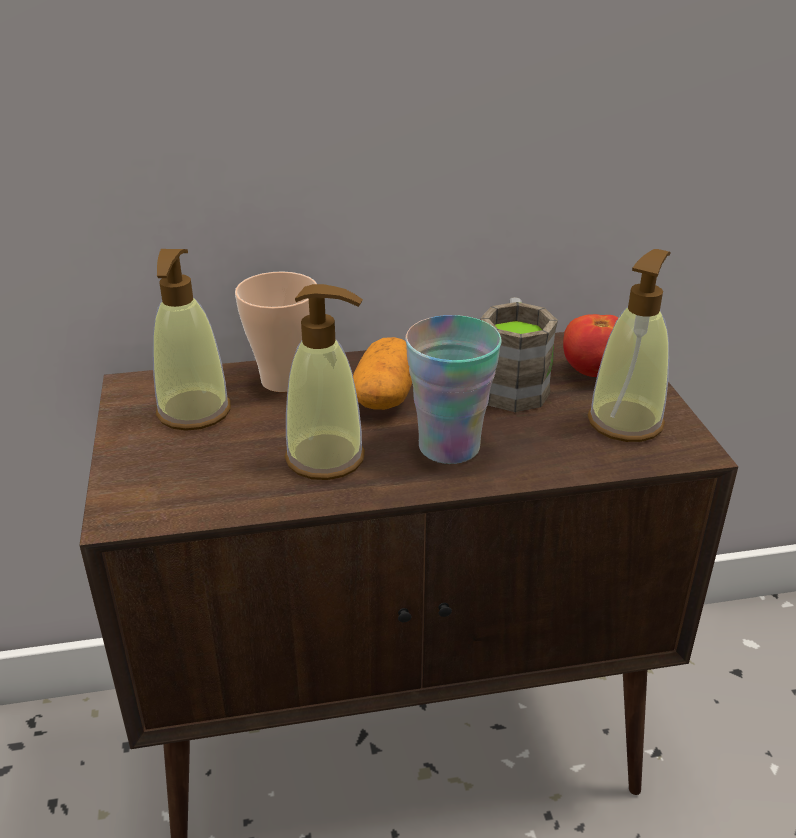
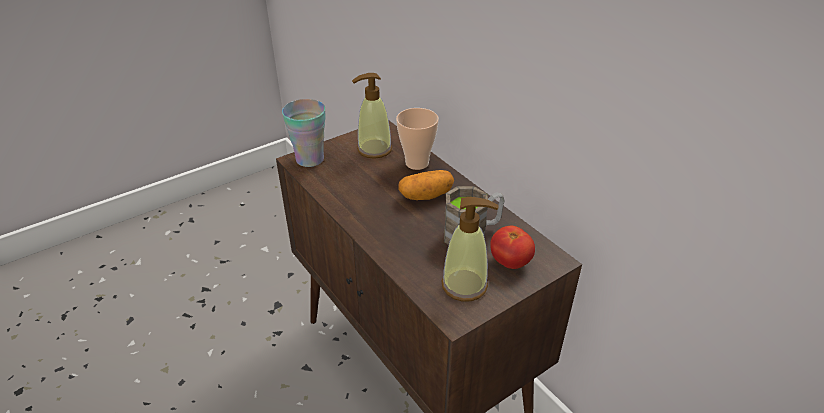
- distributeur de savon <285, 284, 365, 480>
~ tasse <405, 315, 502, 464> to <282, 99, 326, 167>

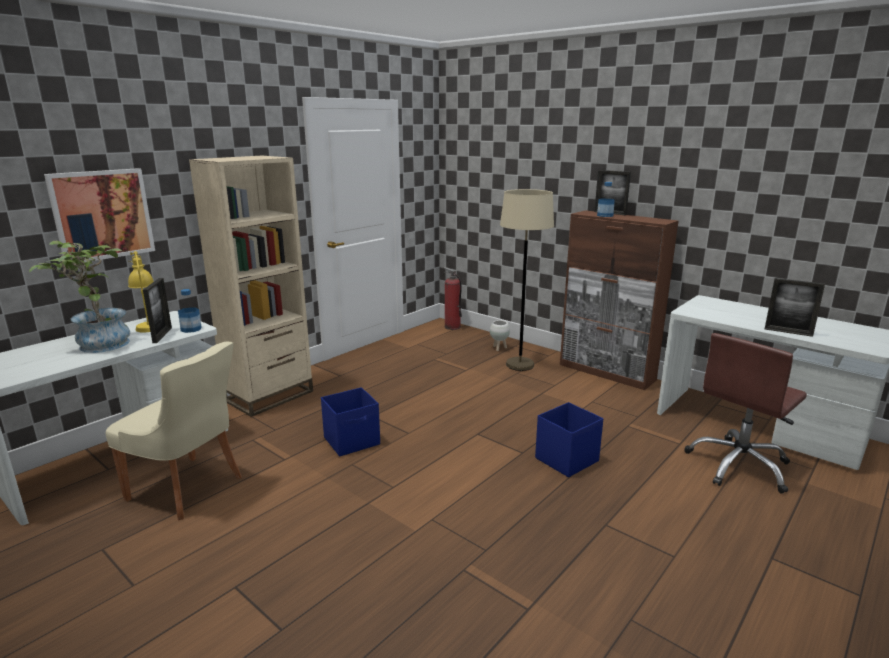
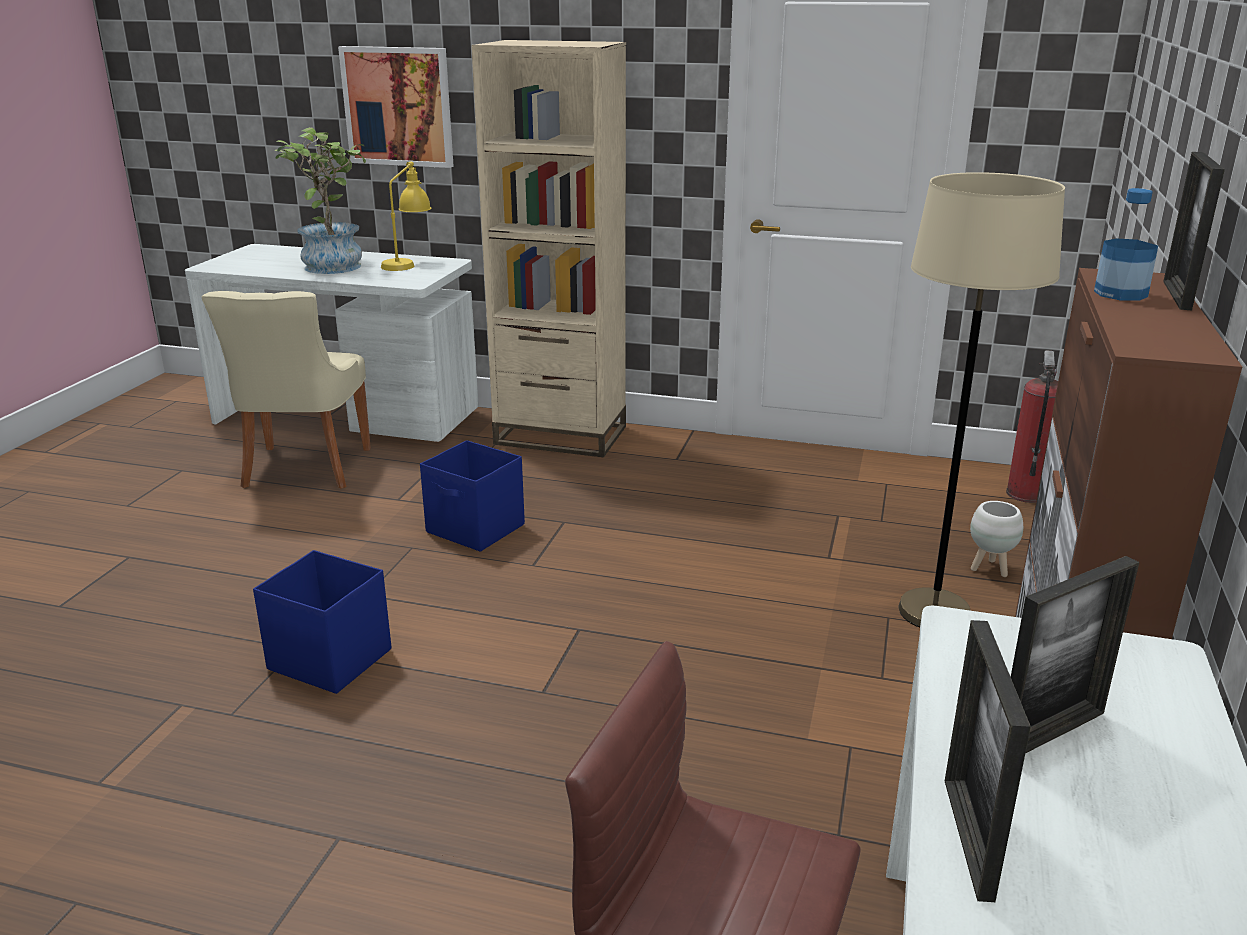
~ cadre photo <143, 278, 172, 343> to <1011, 556, 1139, 754>
- bouteille <178, 289, 202, 333>
~ boîte de rangement/bleu <535, 402, 603, 477> to <253, 550, 391, 694>

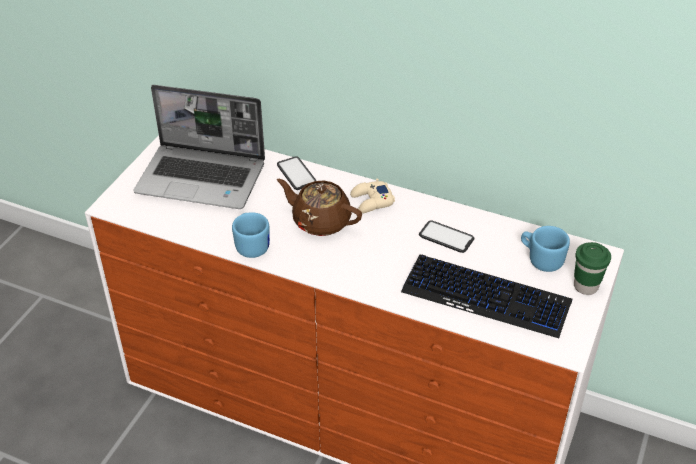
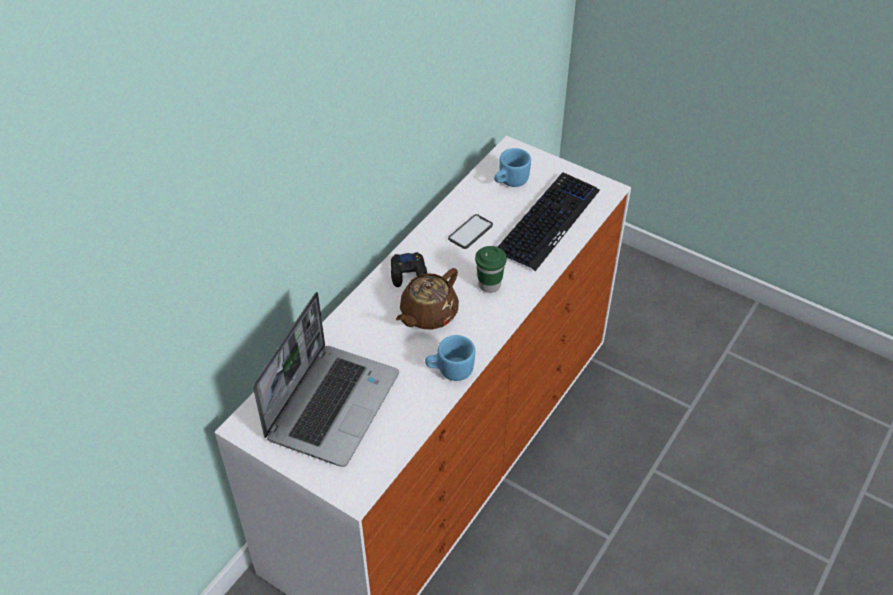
- téléphone <277, 156, 316, 190>
~ manette/beige <350, 178, 395, 214> to manette/noir <391, 252, 427, 287>
~ tasse/vert <574, 242, 611, 295> to <475, 246, 507, 293>

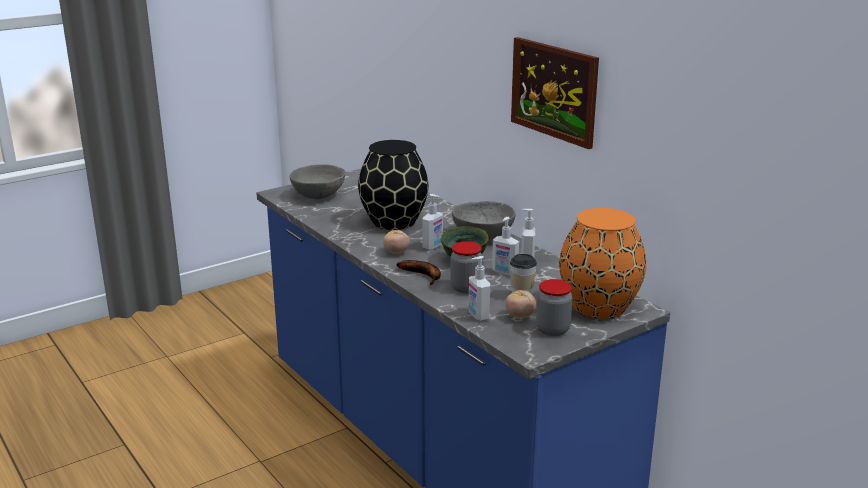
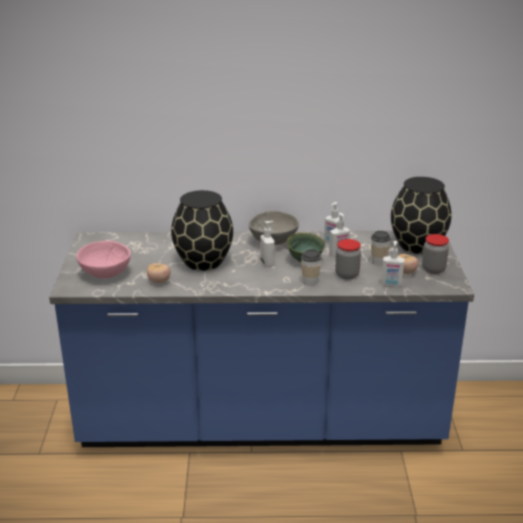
- tableau <511, 37, 599, 149>
~ bol/gris <290, 164, 345, 199> to bol/rose <76, 241, 131, 278>
~ vase/orange <559, 208, 646, 319> to vase/noir <391, 177, 452, 254>
~ tomate <383, 230, 410, 254> to <147, 263, 171, 283>
~ banane <396, 260, 441, 285> to tasse <301, 249, 322, 286>

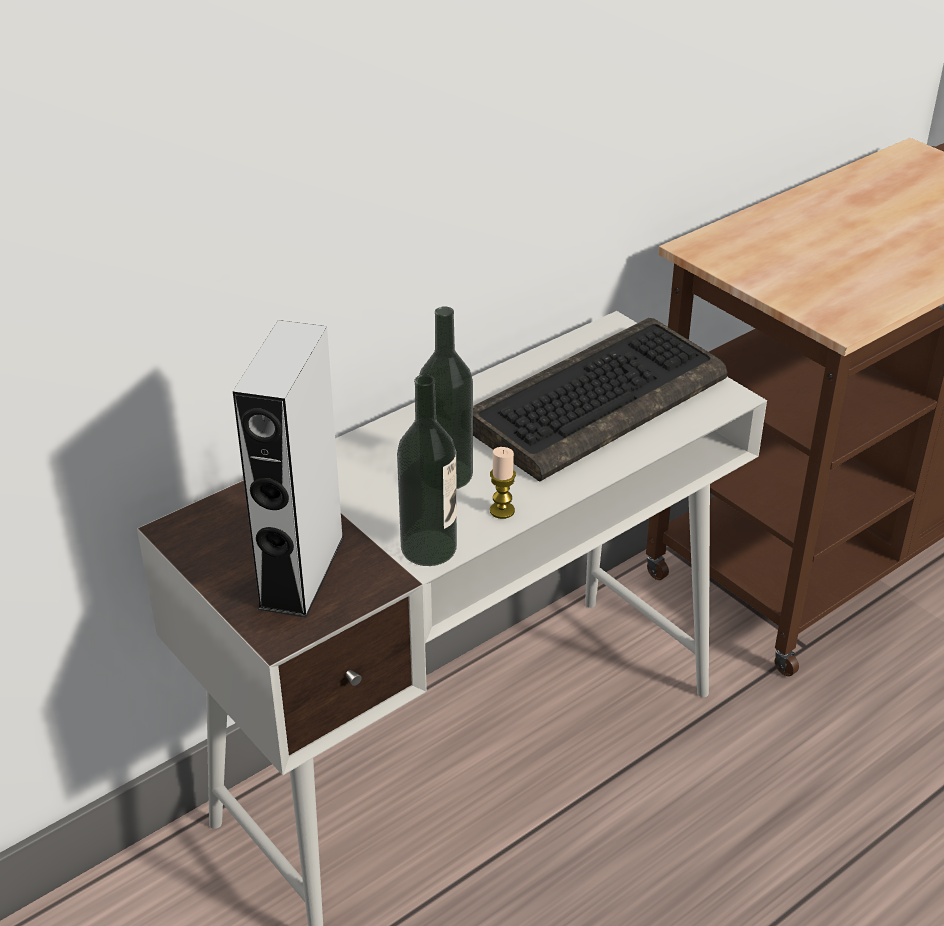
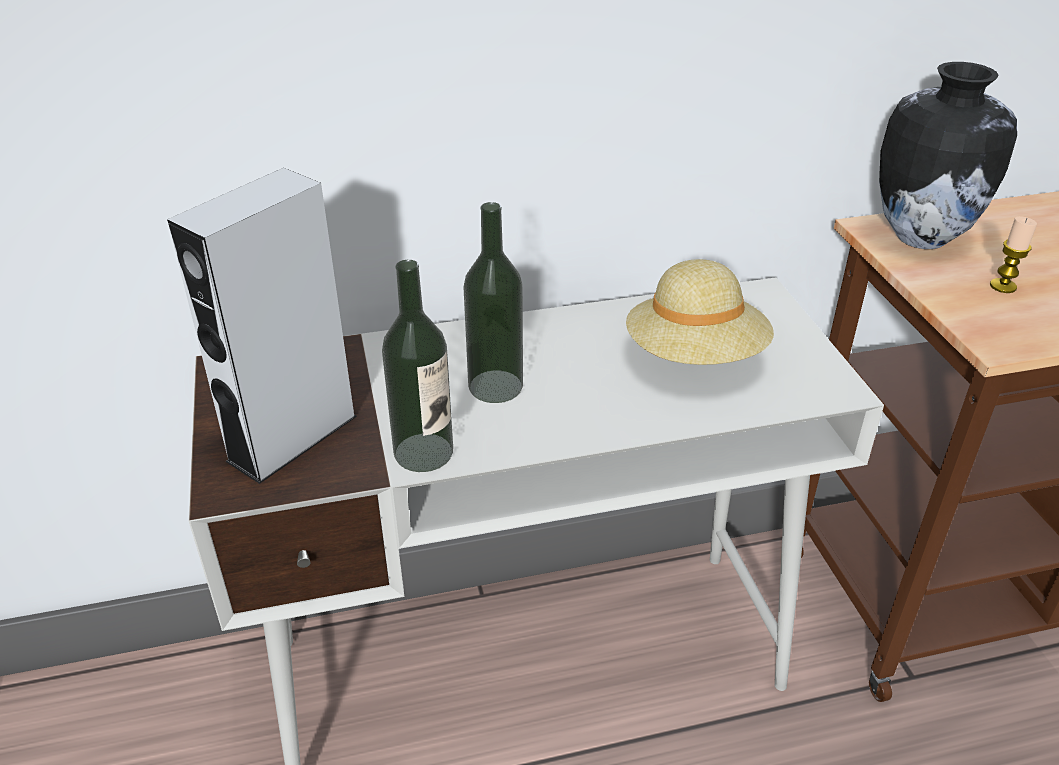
~ clavier <473, 318, 728, 482> to chapeau/beige <626, 259, 774, 365>
~ bougie <490, 447, 516, 519> to <990, 216, 1037, 293>
+ vase <879, 62, 1017, 249>

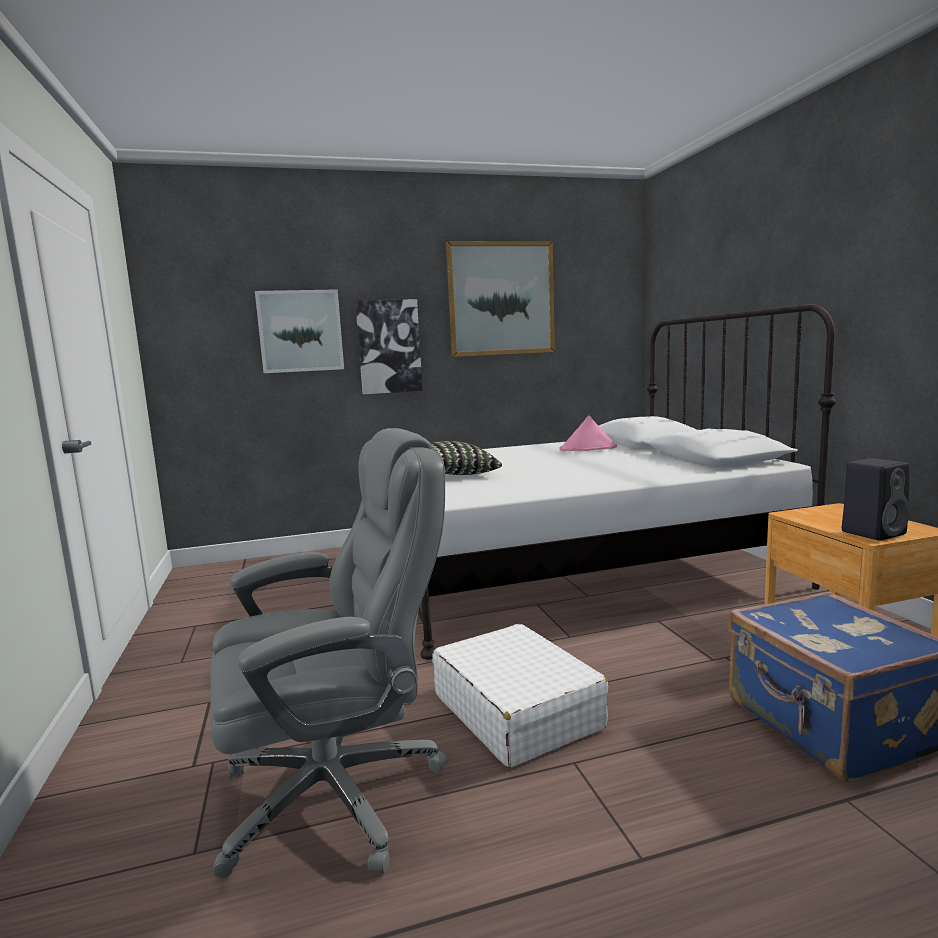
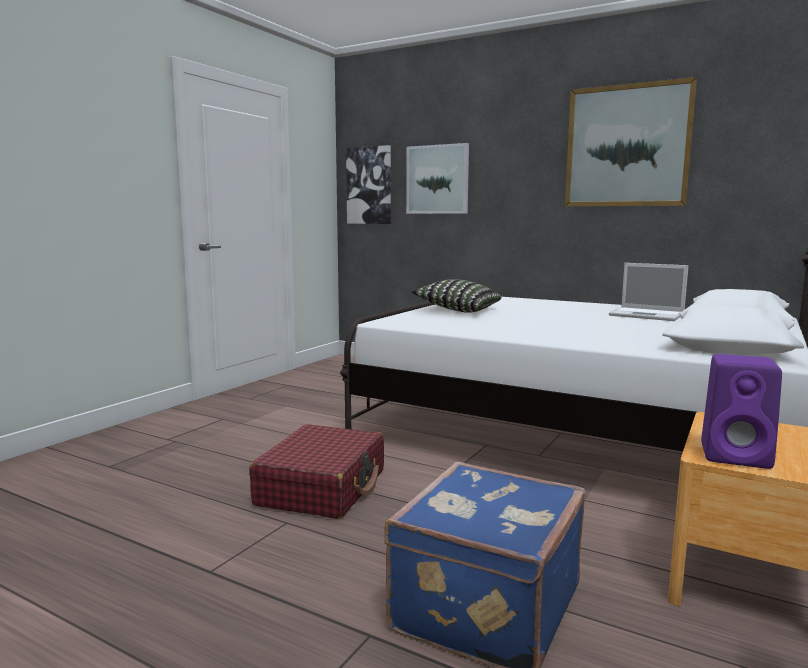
~ tableau <355, 299, 423, 394> to <346, 145, 391, 224>
~ chapeau/rose <560, 416, 617, 451> to ordinateur portable <609, 263, 688, 321>
- chaise de bureau/gris <211, 428, 448, 878>
~ enceinte/noir <842, 458, 910, 541> to enceinte/violet <701, 354, 782, 469>
~ valise/blanc <432, 624, 609, 768> to valise/rouge <249, 424, 384, 519>

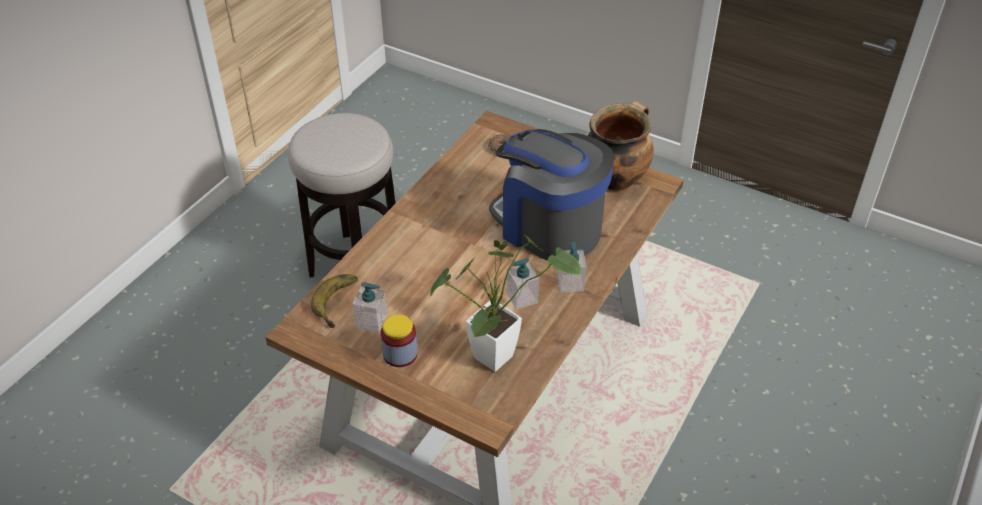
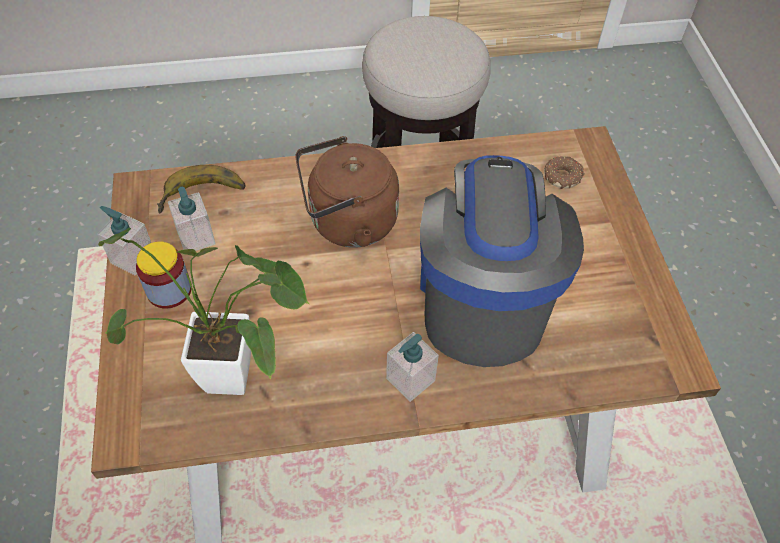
- marmite <588, 101, 654, 191>
~ distributeur de savon <507, 258, 539, 310> to <97, 206, 151, 276>
+ bouilloire/marron <295, 136, 399, 248>

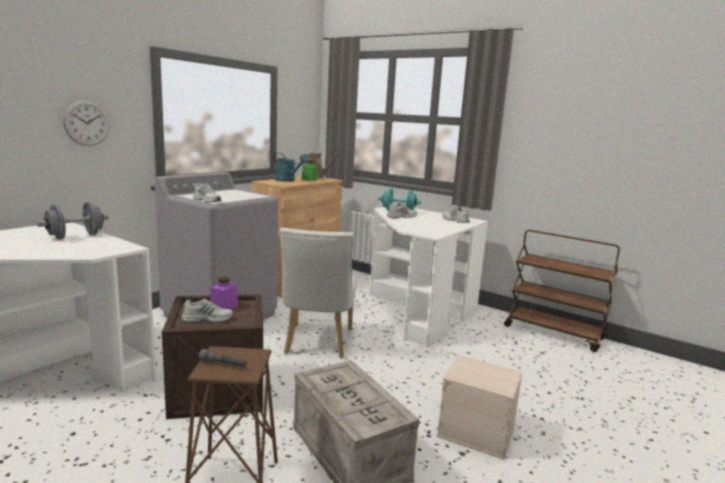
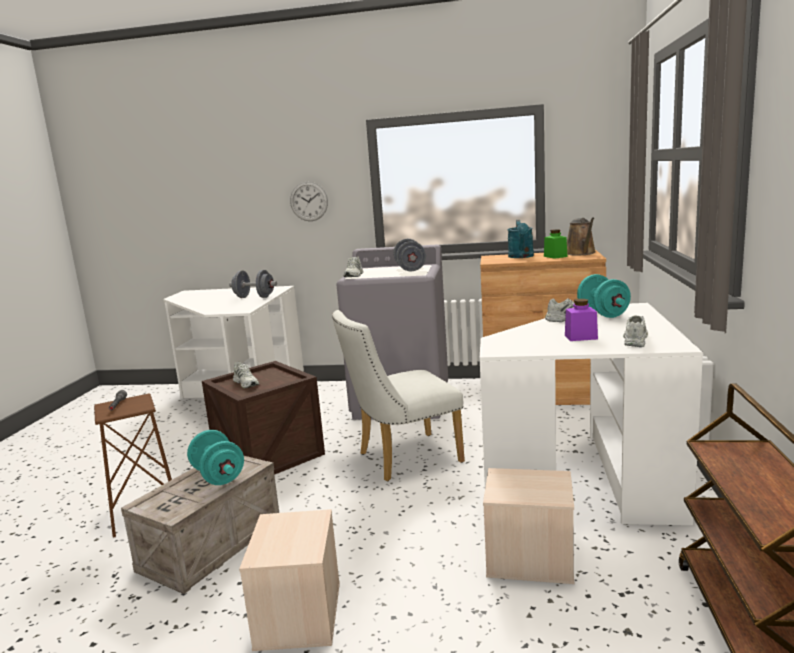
~ bocal/violet <210, 276, 238, 310> to <565, 299, 598, 341>
+ haltère/gris <393, 239, 426, 271>
+ haltère/turquoise <187, 430, 244, 485>
+ boîte de rangement/beige <483, 468, 574, 584>

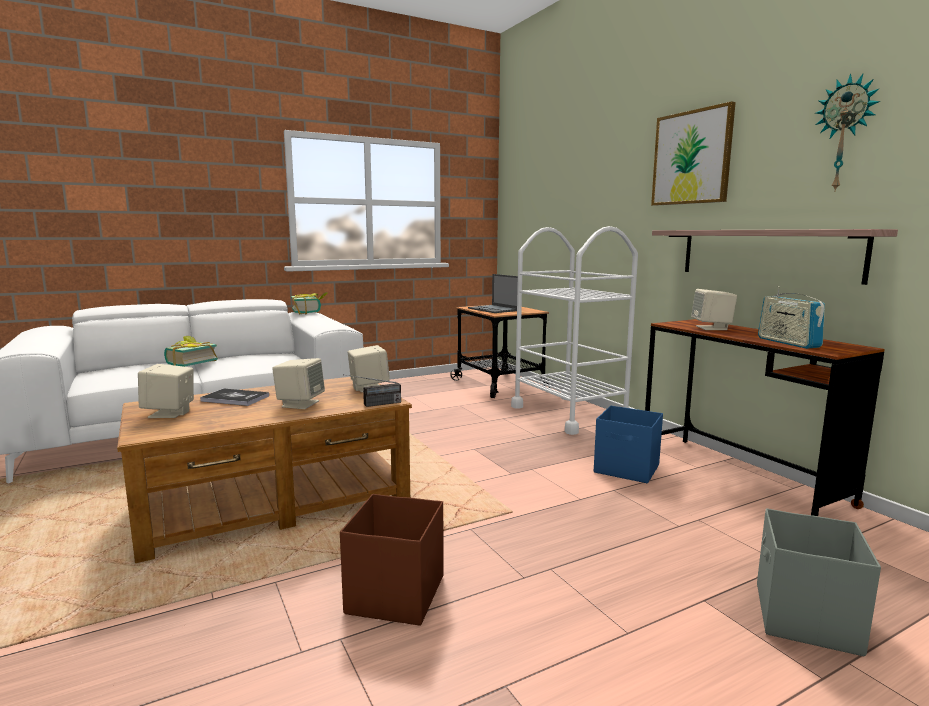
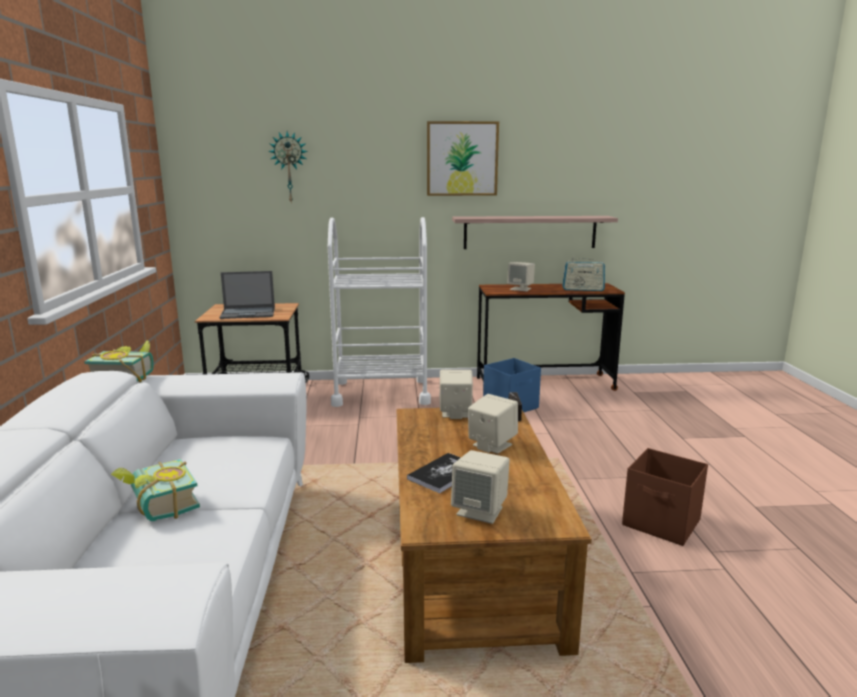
~ horloge murale <815, 74, 880, 191> to <268, 131, 308, 202>
- boîte de rangement/gris <757, 508, 881, 656>

